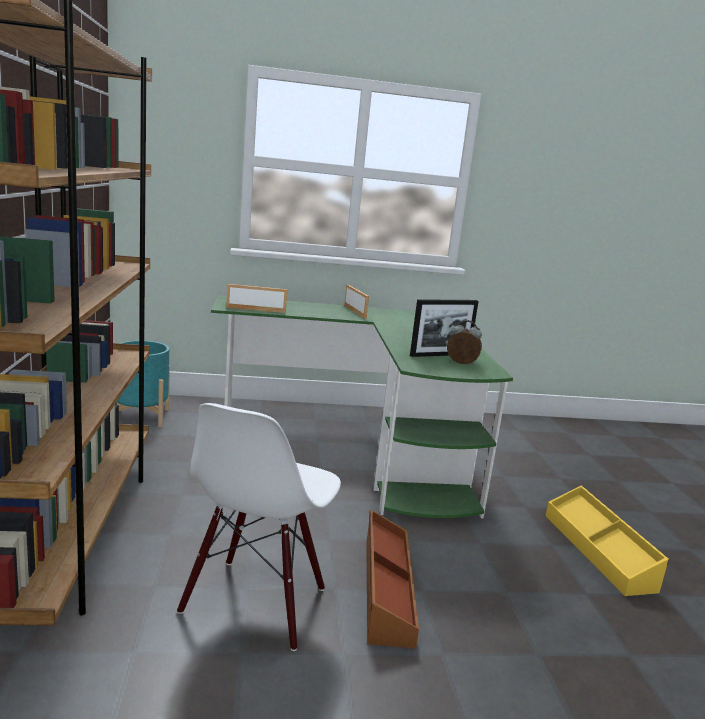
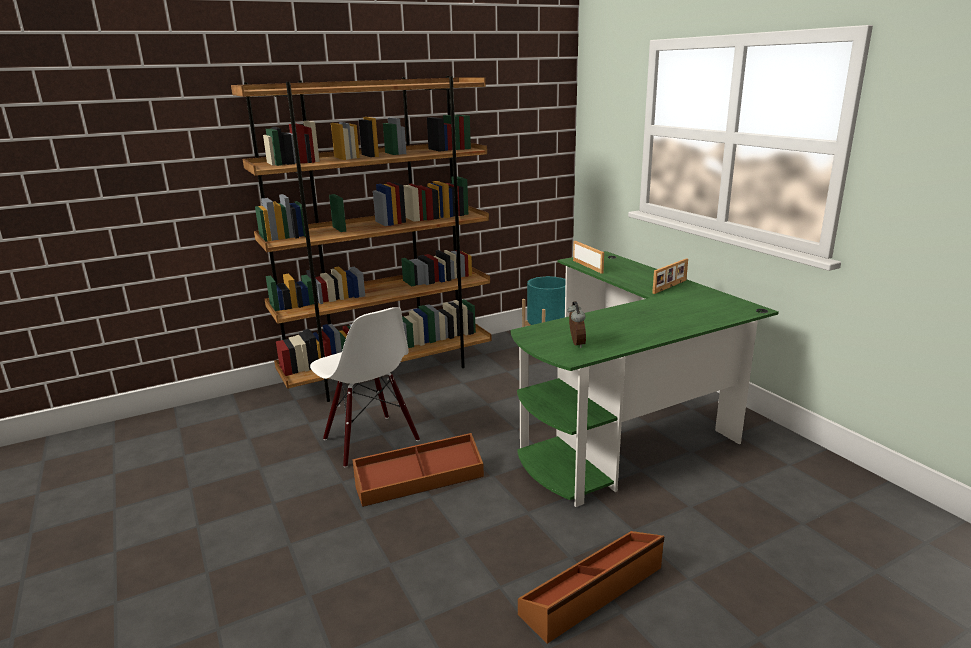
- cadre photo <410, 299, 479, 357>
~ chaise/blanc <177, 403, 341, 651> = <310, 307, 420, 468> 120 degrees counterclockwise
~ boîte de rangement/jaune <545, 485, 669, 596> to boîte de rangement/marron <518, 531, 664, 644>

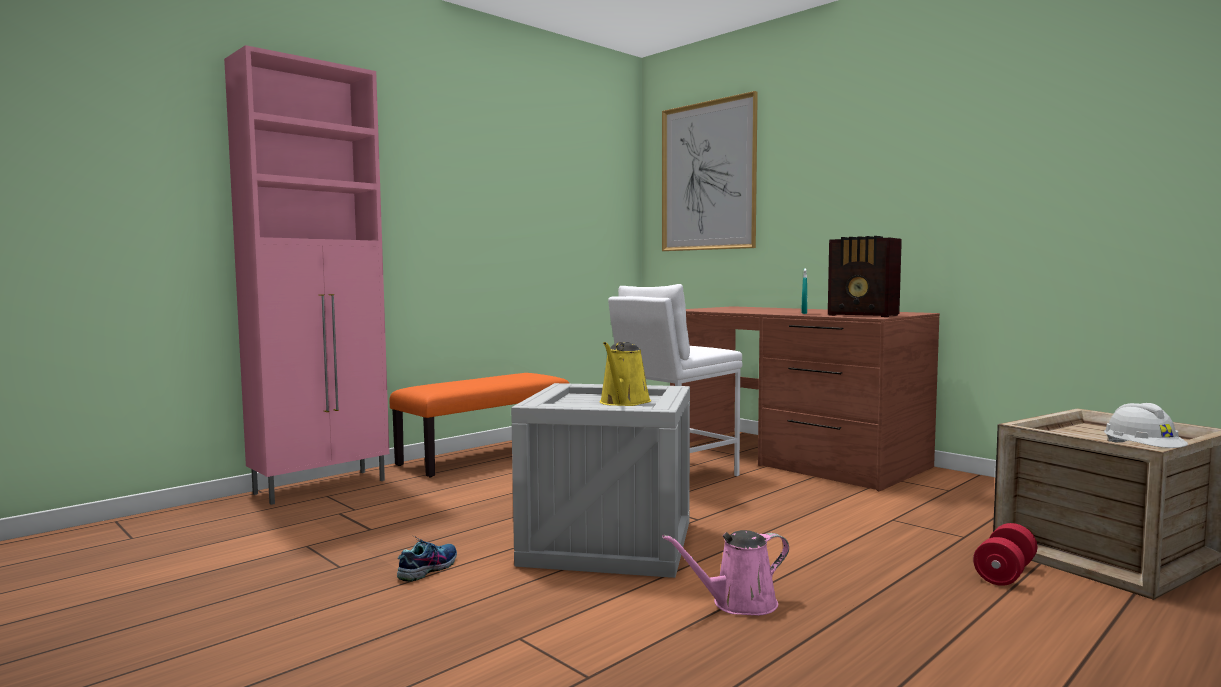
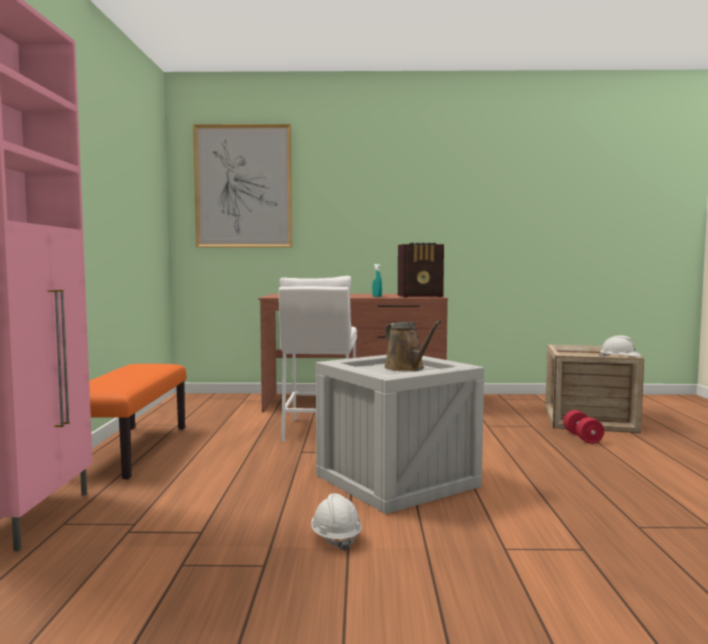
~ arrosoir/jaune <599, 342, 651, 406> to arrosoir/marron <384, 321, 441, 371>
- arrosoir/rose <662, 530, 789, 616>
~ chaussure <397, 536, 457, 582> to casque de chantier/blanc <311, 493, 362, 551>

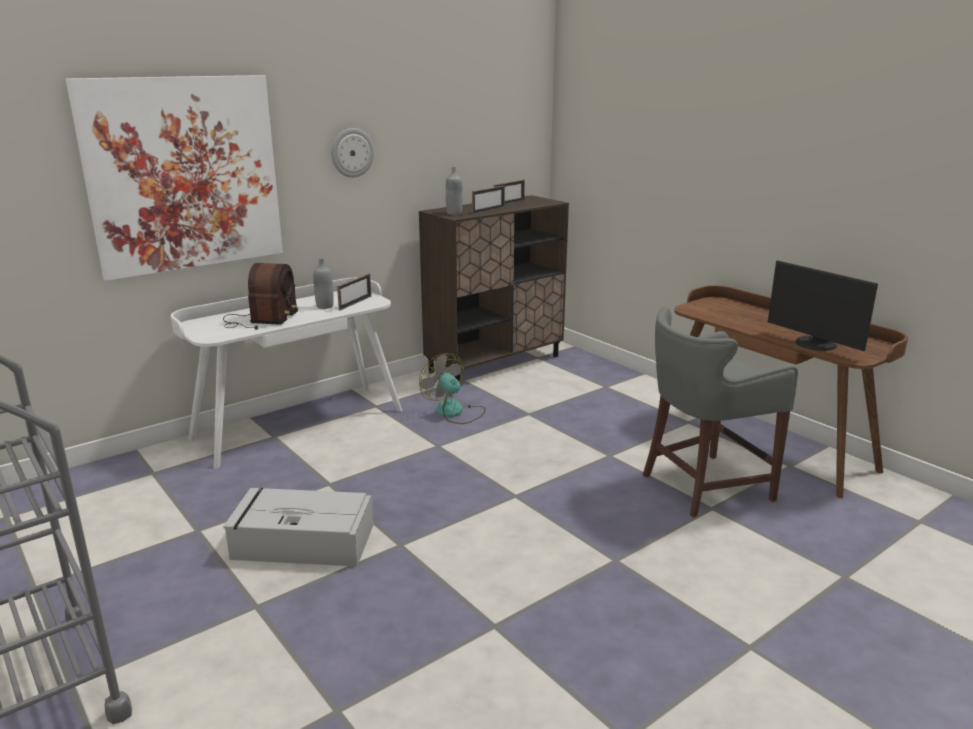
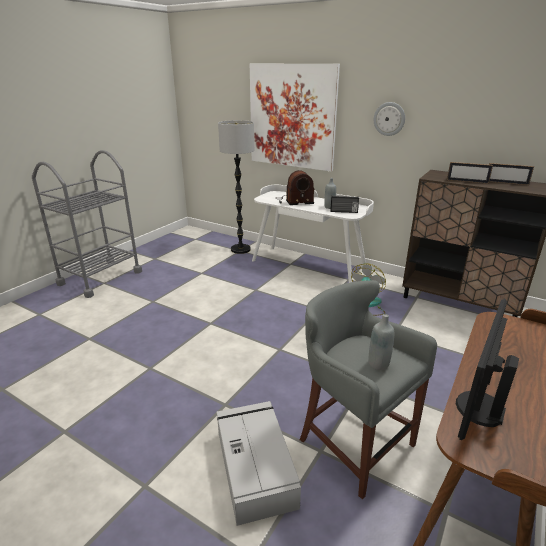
~ bouteille/gris <446, 167, 463, 215> to <369, 314, 394, 370>
~ cadre photo <337, 273, 371, 310> to radio <330, 196, 359, 213>
~ boîte de rangement/gris <223, 488, 373, 567> to <216, 401, 301, 526>
+ lampadaire <218, 120, 254, 254>

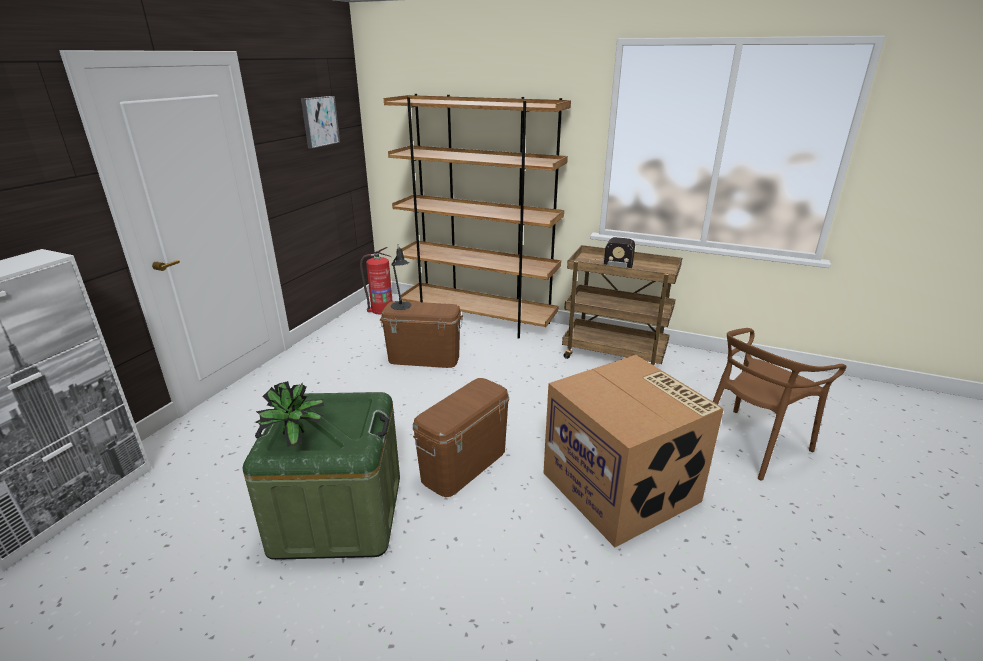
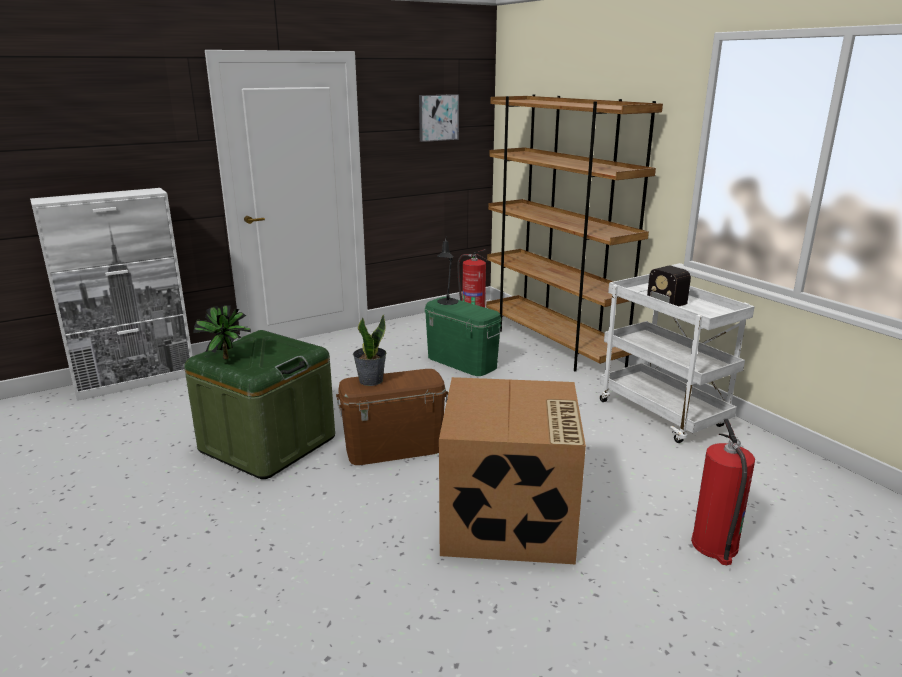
~ chariot/marron <562, 245, 682, 365> to chariot/blanc <600, 274, 755, 443>
~ boîte de rangement/marron <380, 301, 463, 368> to boîte de rangement/vert <425, 297, 502, 376>
~ chaise/marron <713, 328, 846, 480> to extincteur <691, 419, 755, 565>
+ plante en pot <353, 315, 386, 386>

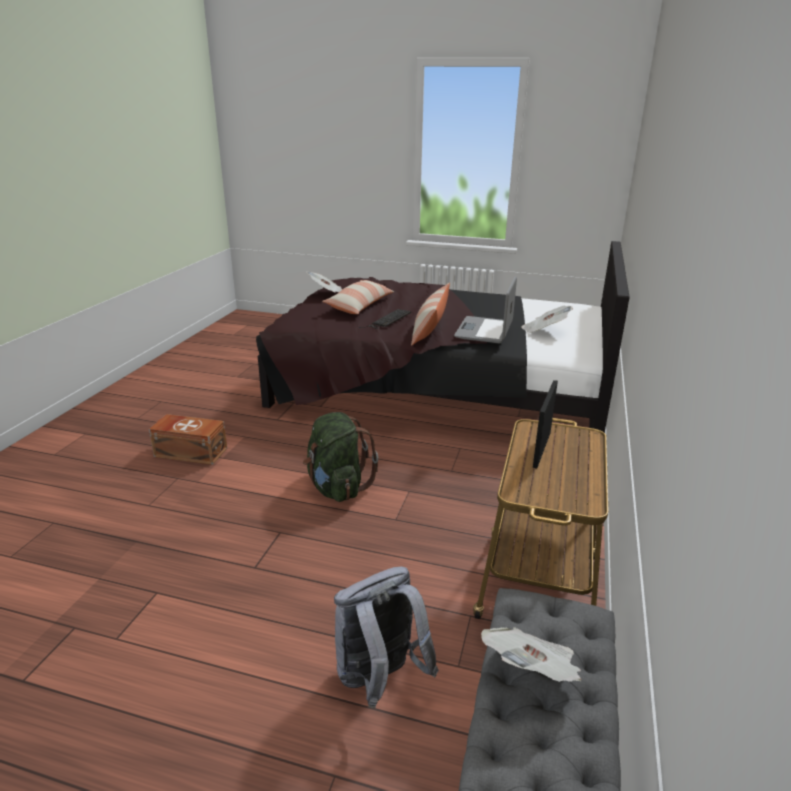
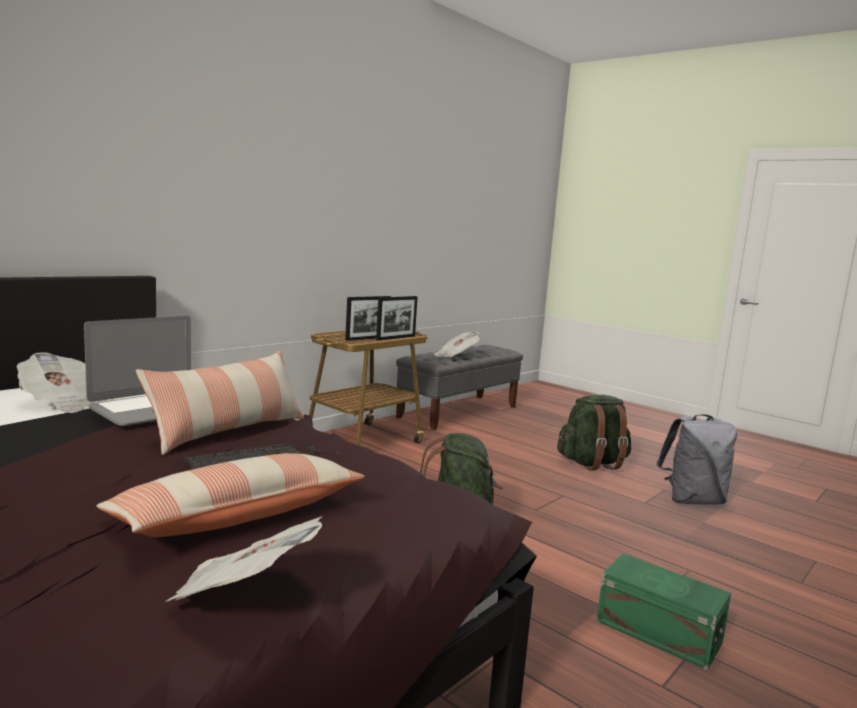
~ boîte de rangement/marron <149, 414, 227, 465> to boîte de rangement/vert <596, 554, 731, 670>
~ sac à dos/gris <334, 566, 439, 708> to <656, 414, 737, 505>
+ cadre photo <376, 296, 418, 340>
+ sac à dos/vert <557, 395, 631, 470>

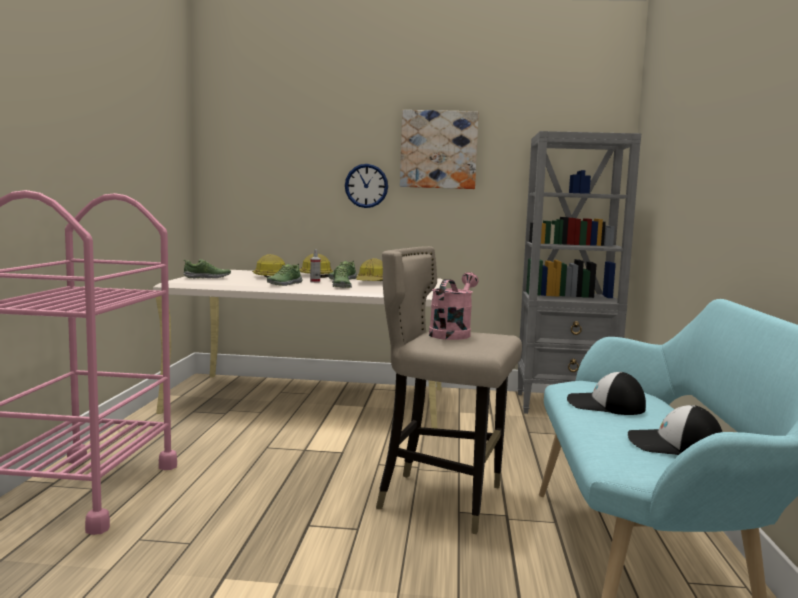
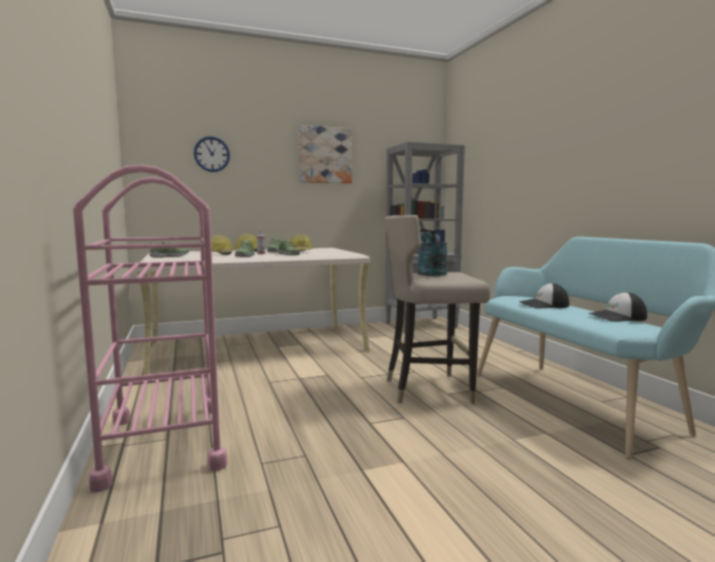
~ horloge murale <345, 164, 388, 208> to <194, 136, 230, 172>
~ arrosoir/rose <429, 272, 479, 340> to arrosoir/turquoise <417, 232, 447, 276>

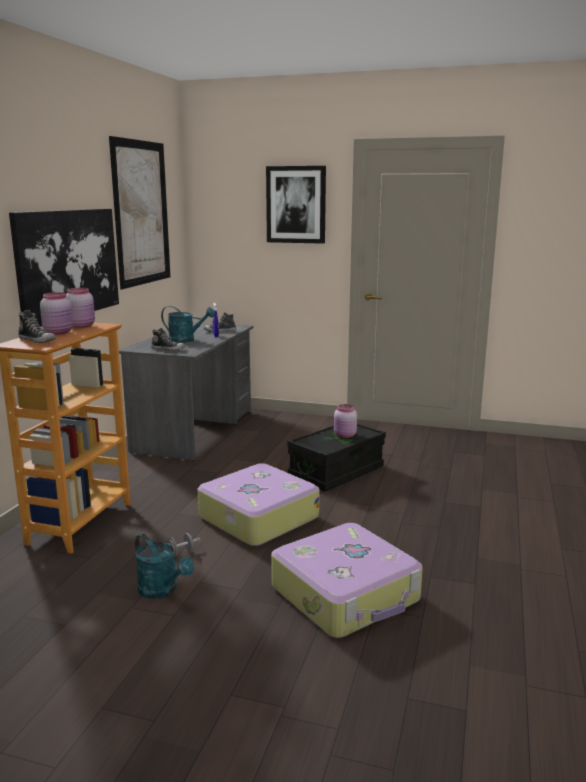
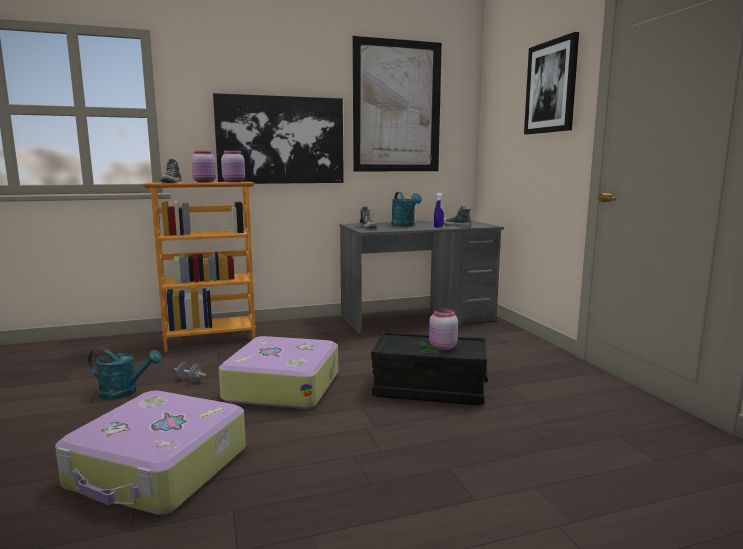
~ arrosoir/turquoise <135, 534, 194, 599> = <88, 347, 162, 400> 90 degrees counterclockwise

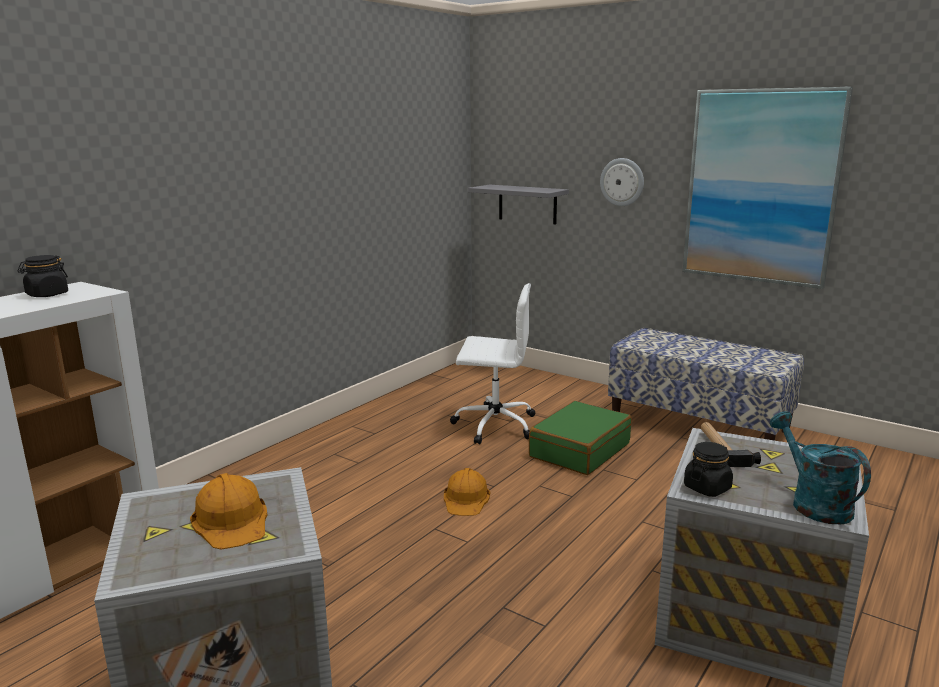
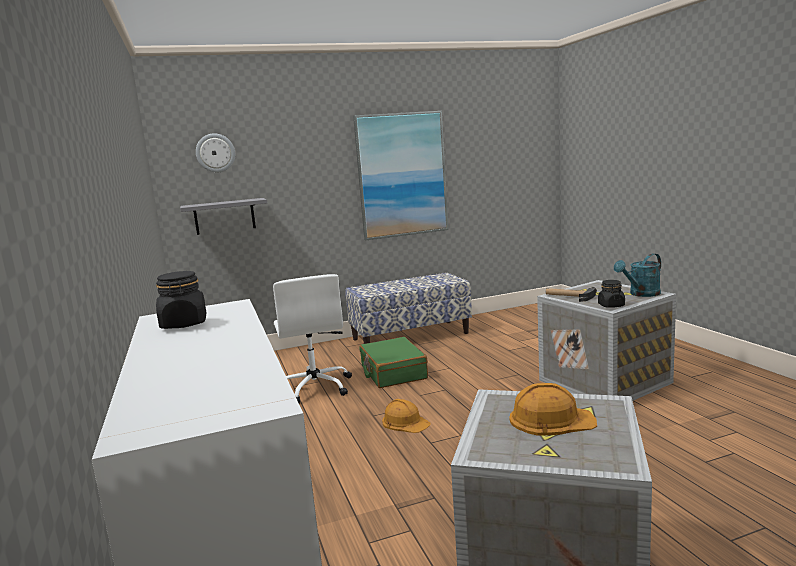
~ horloge murale <600, 158, 644, 206> to <196, 133, 235, 172>
~ chaise de bureau/blanc <450, 283, 535, 444> = <273, 274, 352, 403> 120 degrees clockwise
~ arrosoir/turquoise <770, 411, 871, 524> = <614, 253, 661, 297> 45 degrees counterclockwise

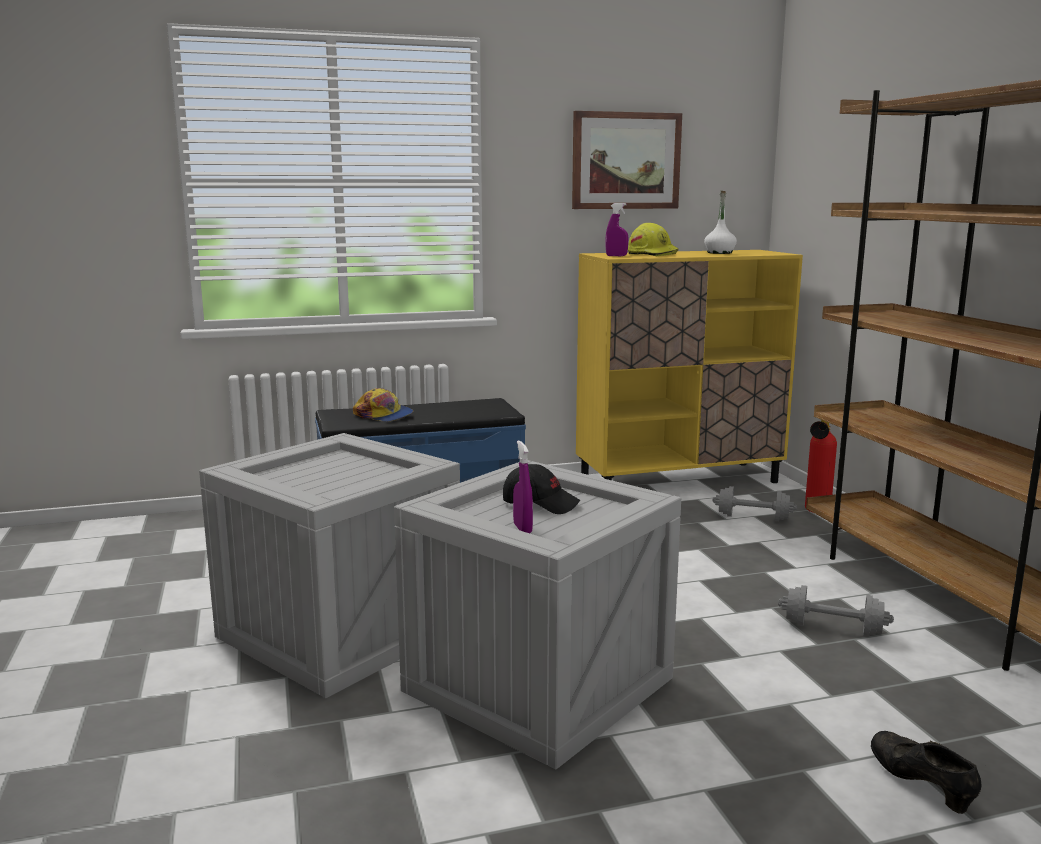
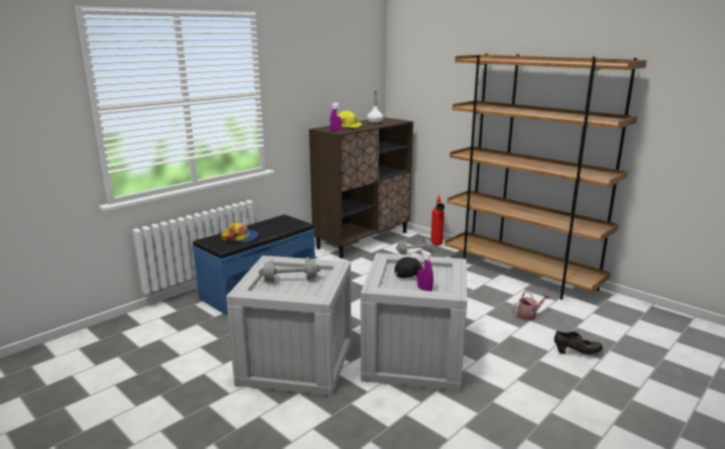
- tableau <572, 111, 682, 209>
~ meuble de rangement/jaune <576, 250, 803, 483> to meuble de rangement/marron <309, 117, 413, 258>
~ haltère/gris <778, 585, 894, 637> to <259, 257, 322, 283>
~ chaussure/noir <871, 731, 982, 814> = <554, 331, 603, 355> 150 degrees clockwise
+ arrosoir <512, 291, 550, 321>

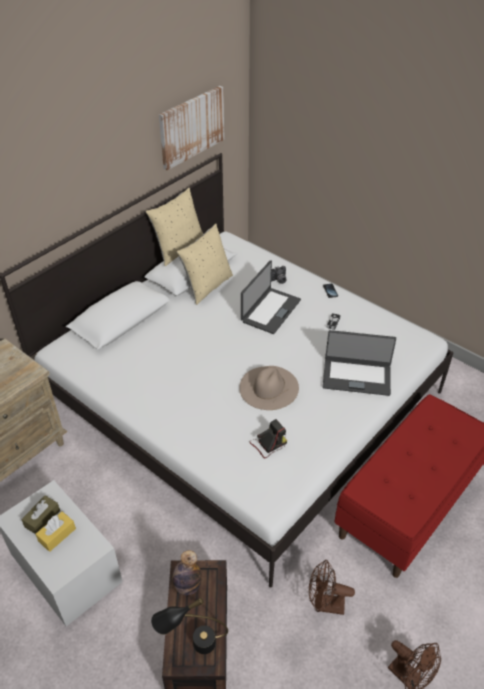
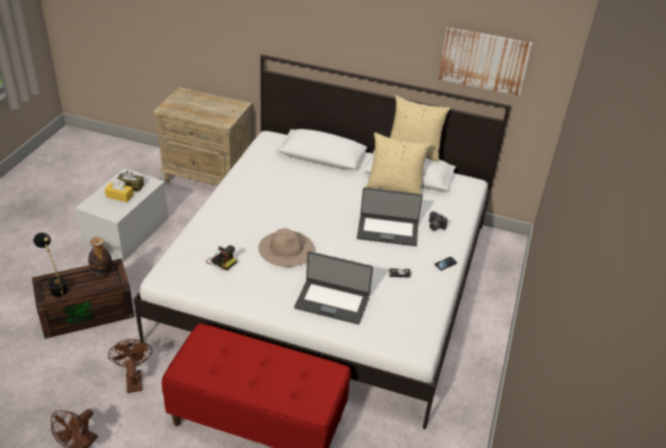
~ ordinateur portable <323, 330, 396, 396> = <294, 251, 373, 325> 60 degrees counterclockwise

